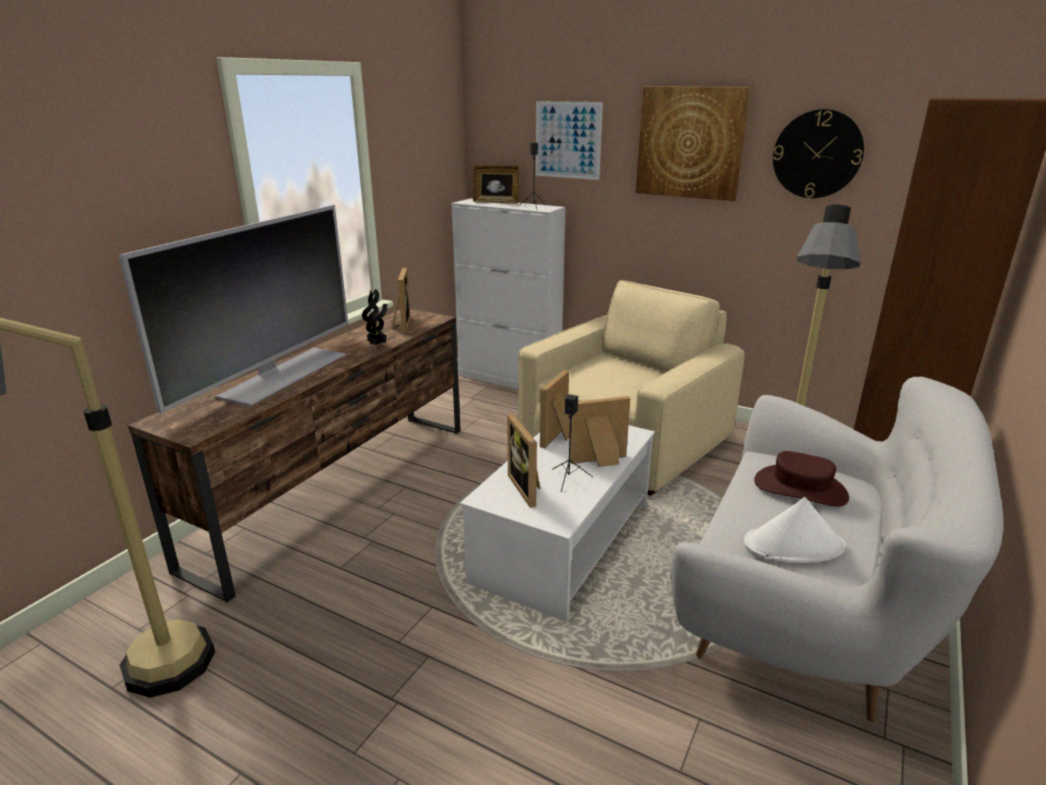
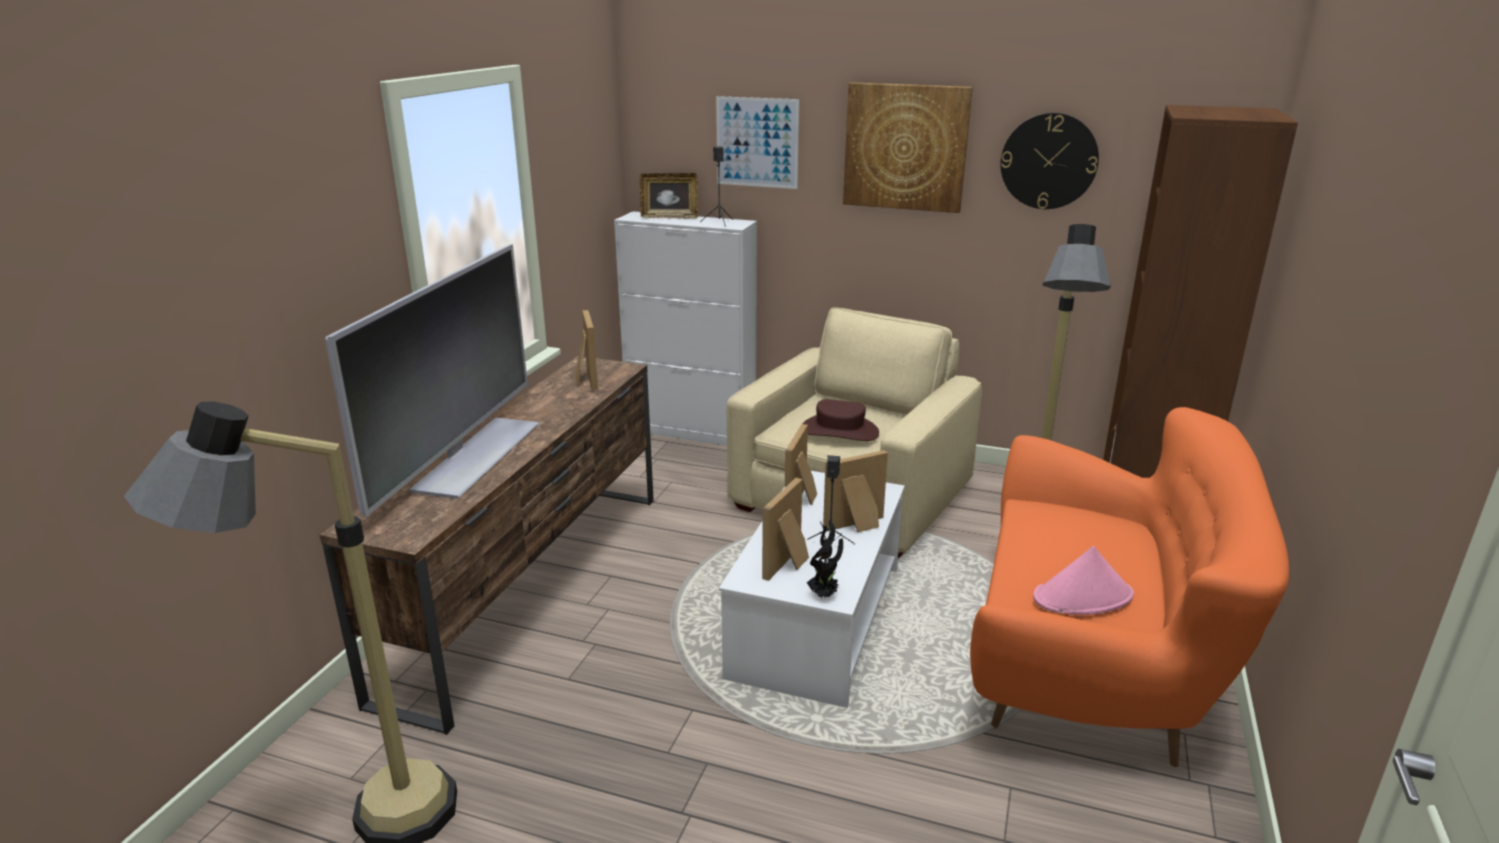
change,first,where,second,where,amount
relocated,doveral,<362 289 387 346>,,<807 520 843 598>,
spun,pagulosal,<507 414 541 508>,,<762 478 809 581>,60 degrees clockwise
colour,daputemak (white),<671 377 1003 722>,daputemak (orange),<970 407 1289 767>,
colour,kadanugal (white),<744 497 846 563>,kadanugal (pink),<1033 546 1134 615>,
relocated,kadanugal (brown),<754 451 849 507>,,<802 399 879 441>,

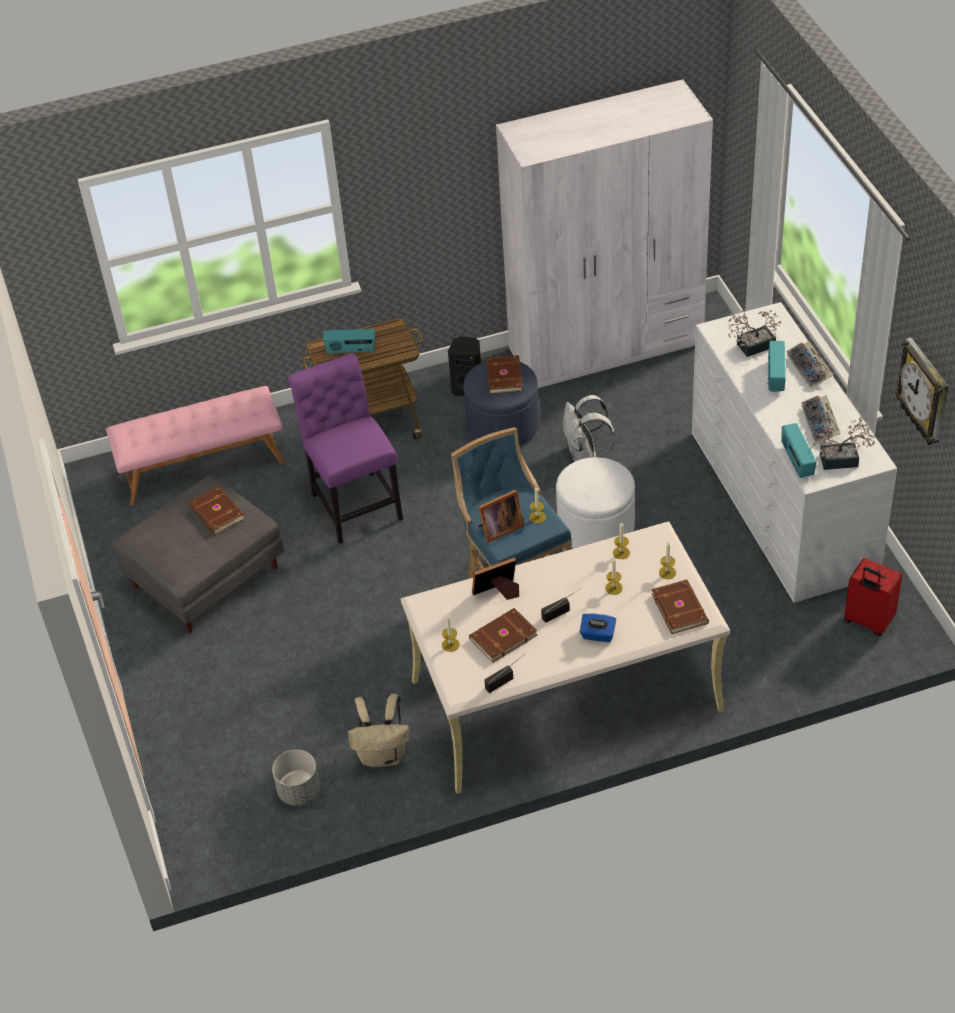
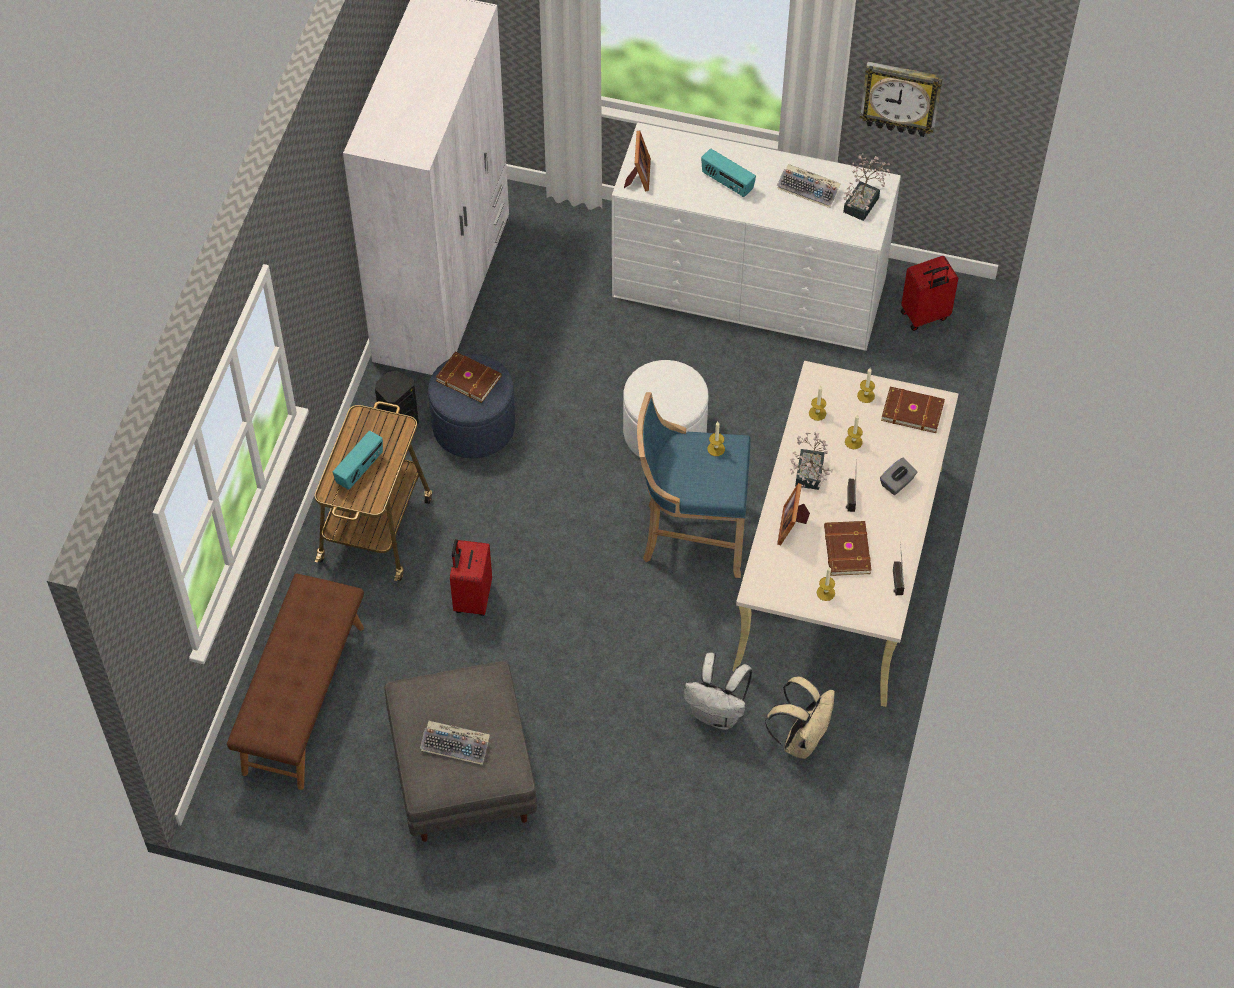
change,first,where,second,where,amount
colour,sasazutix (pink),<106 386 285 505>,sasazutix (brown),<227 574 364 790>,
missing,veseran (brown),<189 486 245 534>,,,
missing,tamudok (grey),<272 750 320 806>,,,
exchanged,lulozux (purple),<288 353 403 544>,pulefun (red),<450 539 492 616>,
relocated,pagulosal,<478 490 524 543>,,<624 131 651 191>,
relocated,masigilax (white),<563 395 616 462>,,<683 653 753 730>,
colour,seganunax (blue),<580 613 616 642>,seganunax (grey),<880 457 917 495>,
relocated,doveral,<728 309 781 357>,,<790 432 833 490>,
missing,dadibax,<781 423 817 478>,,,
relocated,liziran,<786 341 833 389>,,<420 721 490 765>,

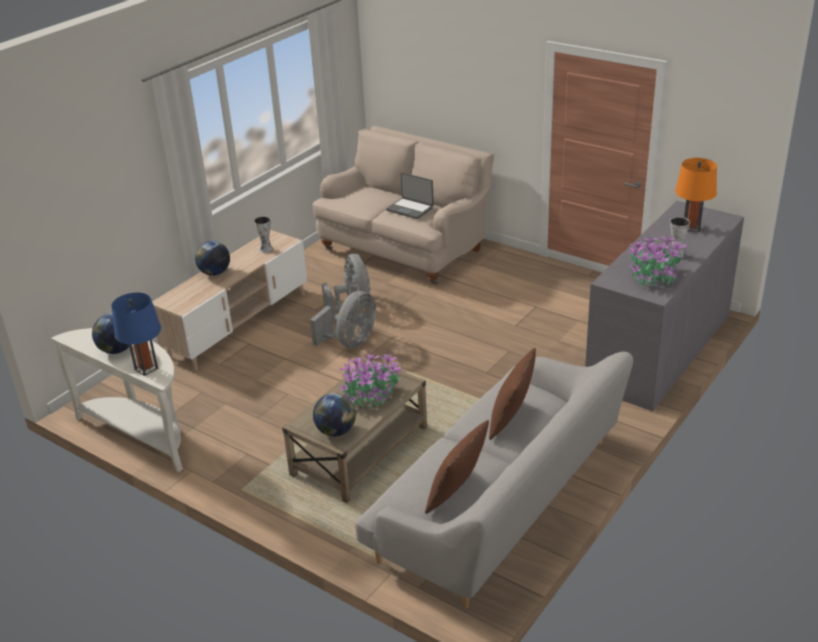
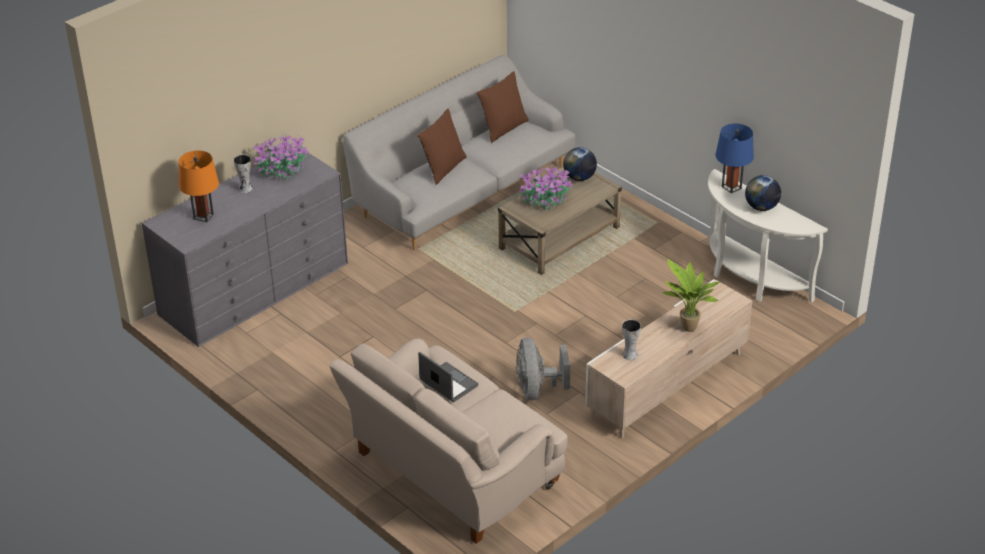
change,first,where,second,where,amount
exchanged,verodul,<195 241 230 276>,doveral,<662 259 720 332>,
missing,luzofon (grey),<310 291 376 348>,,,

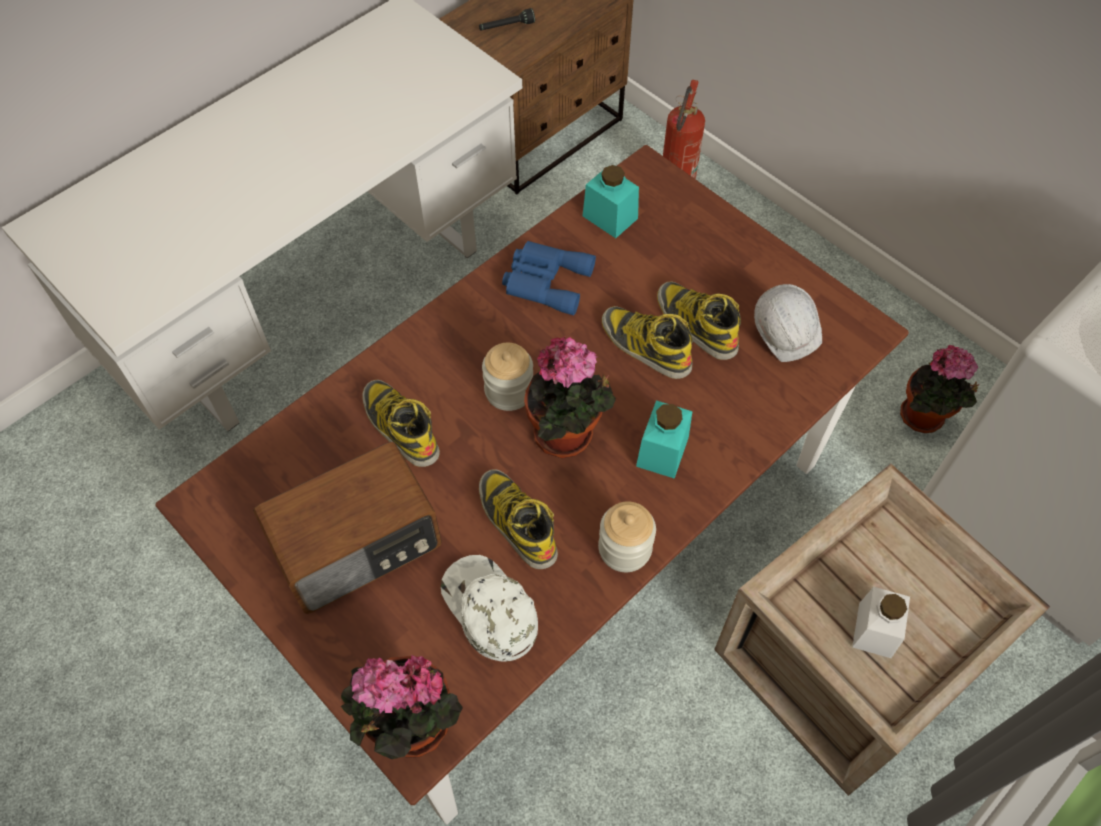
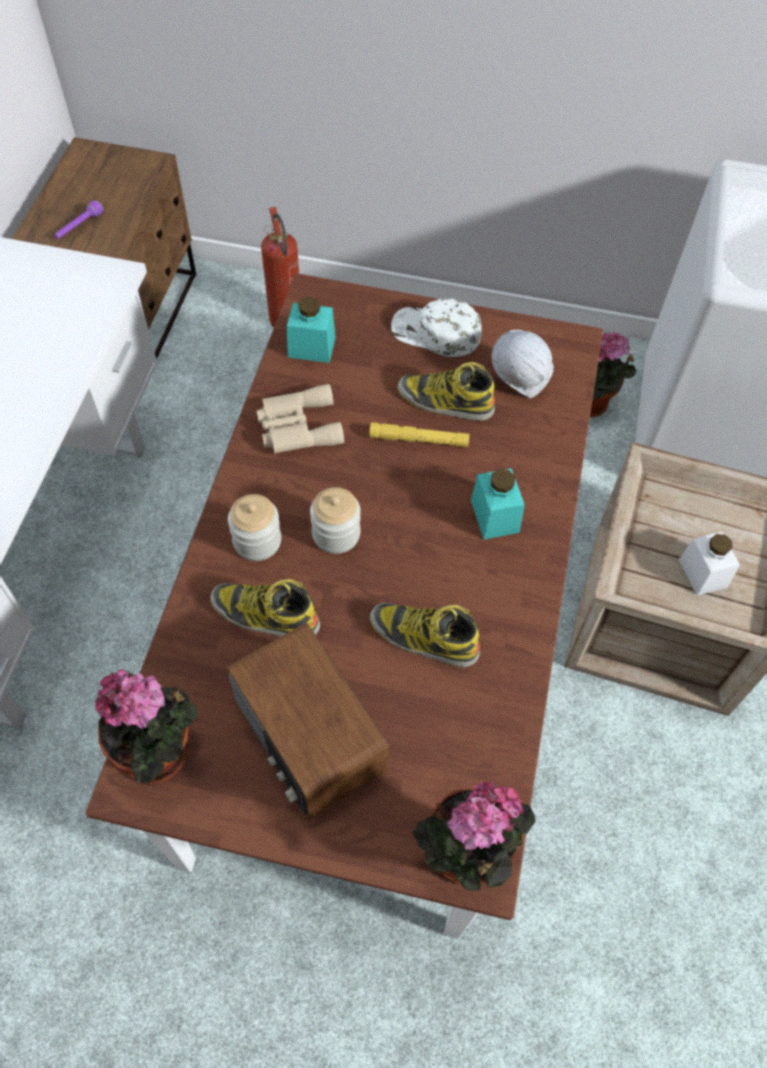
change,first,where,second,where,amount
spun,dadibax,<253 441 442 614>,,<226 622 389 819>,120 degrees clockwise
relocated,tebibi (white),<441 555 538 662>,,<391 299 482 357>,
colour,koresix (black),<479 8 535 30>,koresix (purple),<54 200 104 239>,
colour,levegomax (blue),<502 241 596 315>,levegomax (beige),<256 384 344 453>,
relocated,doveral,<524 336 616 458>,,<94 669 198 785>,
relocated,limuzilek,<598 501 656 572>,,<228 494 281 561>,
exchanged,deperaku,<602 306 693 379>,koresix (yellow),<369 422 470 447>,

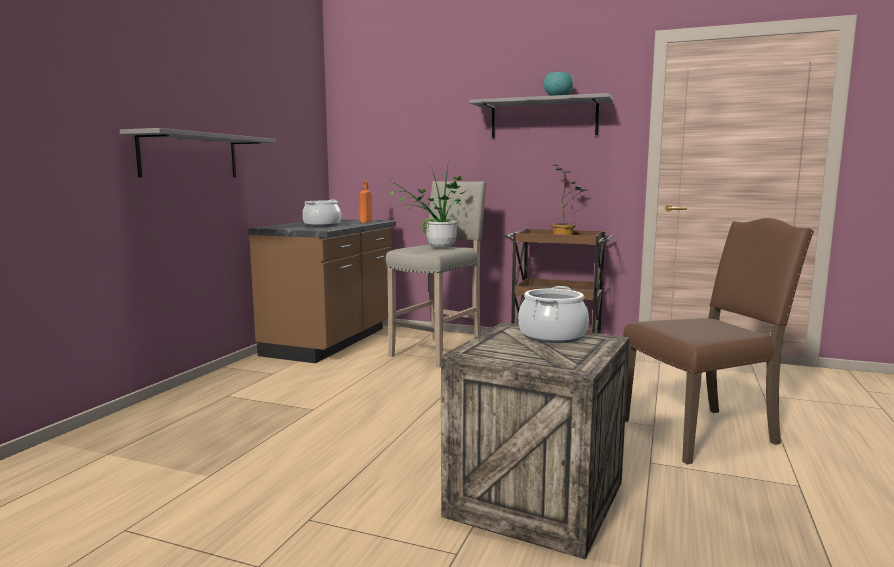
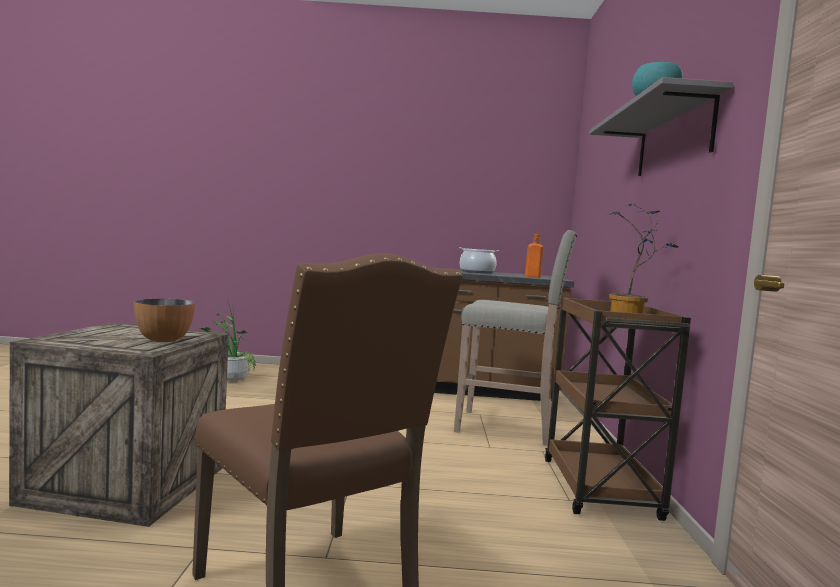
change,first,where,second,where,amount
missing,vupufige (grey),<120 128 276 178>,,,
relocated,doveral,<388 160 468 248>,,<200 299 256 381>,
exchanged,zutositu,<518 286 589 343>,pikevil,<134 299 195 342>,

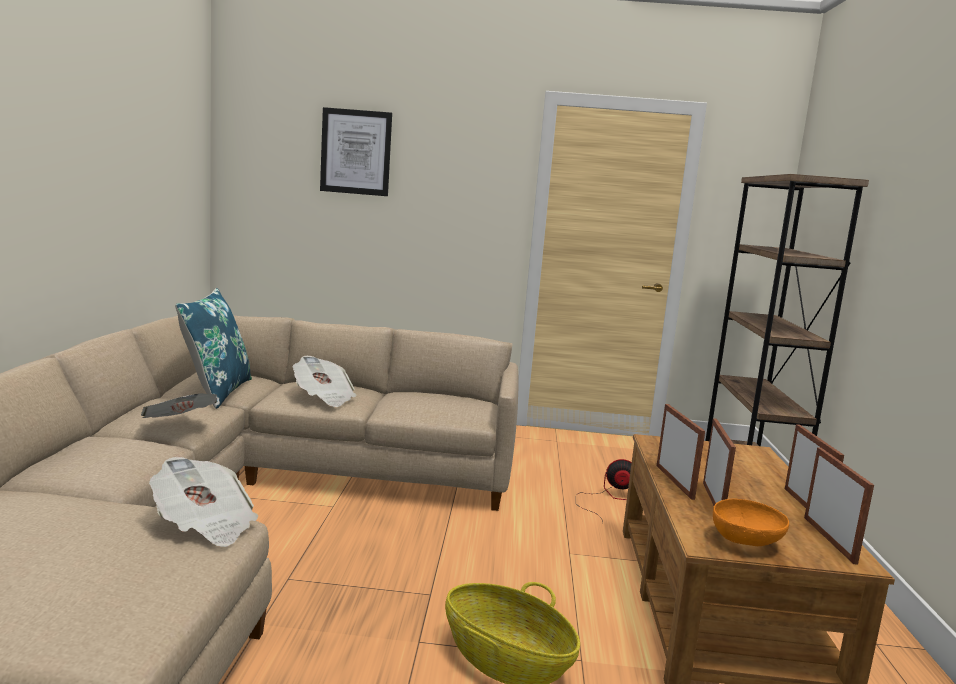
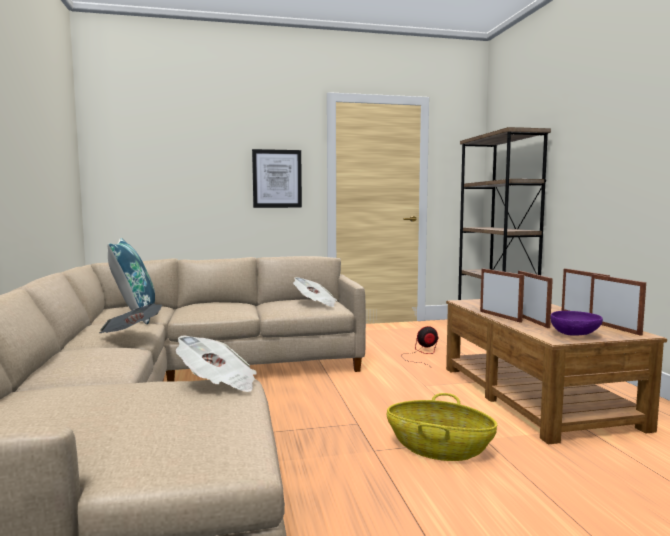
change,first,where,second,where,amount
relocated,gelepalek,<292 356 357 407>,,<293 277 337 307>,
relocated,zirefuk,<320 107 392 196>,,<252 149 302 208>,
colour,pikevil (orange),<713 499 789 546>,pikevil (purple),<551 311 603 336>,

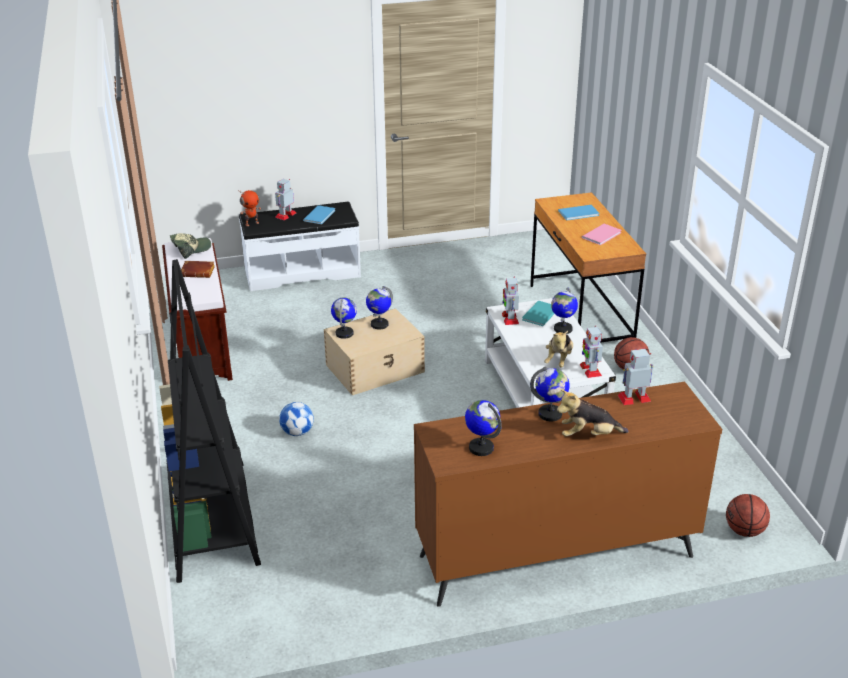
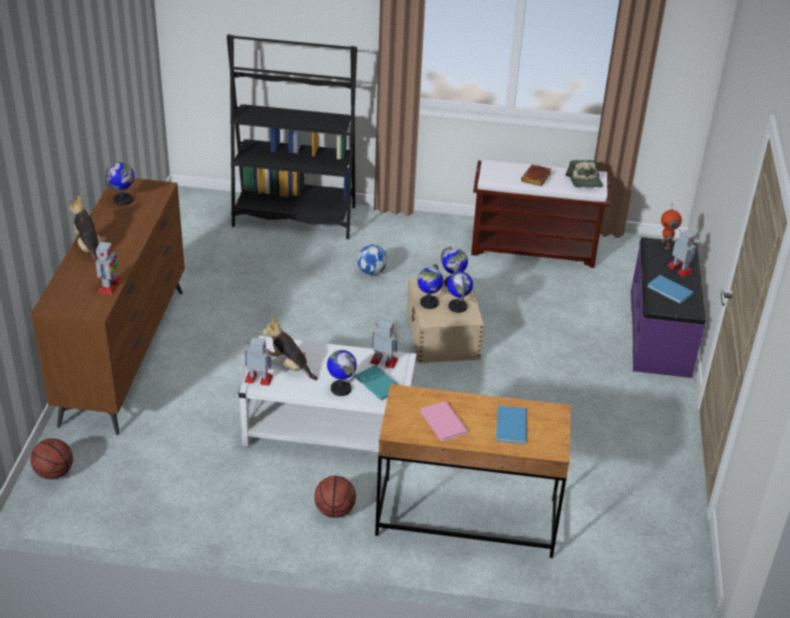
change,first,where,second,where,amount
colour,sasazutix (white),<239 202 361 291>,sasazutix (purple),<631 237 705 378>,
relocated,verodul,<530 367 570 421>,,<417 264 443 309>,
spun,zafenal,<557 389 629 436>,,<69 195 106 261>,45 degrees counterclockwise

